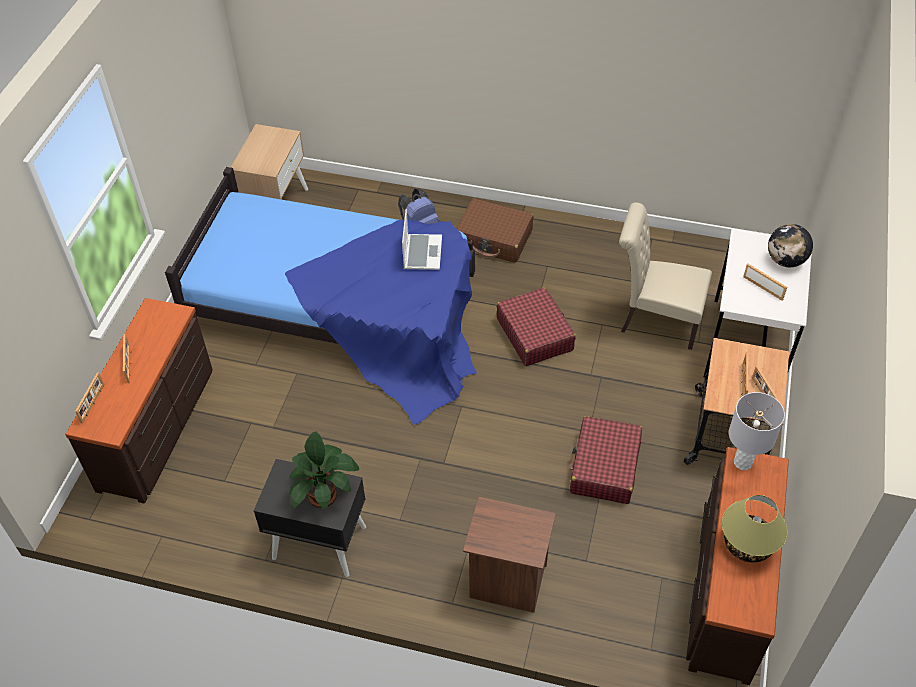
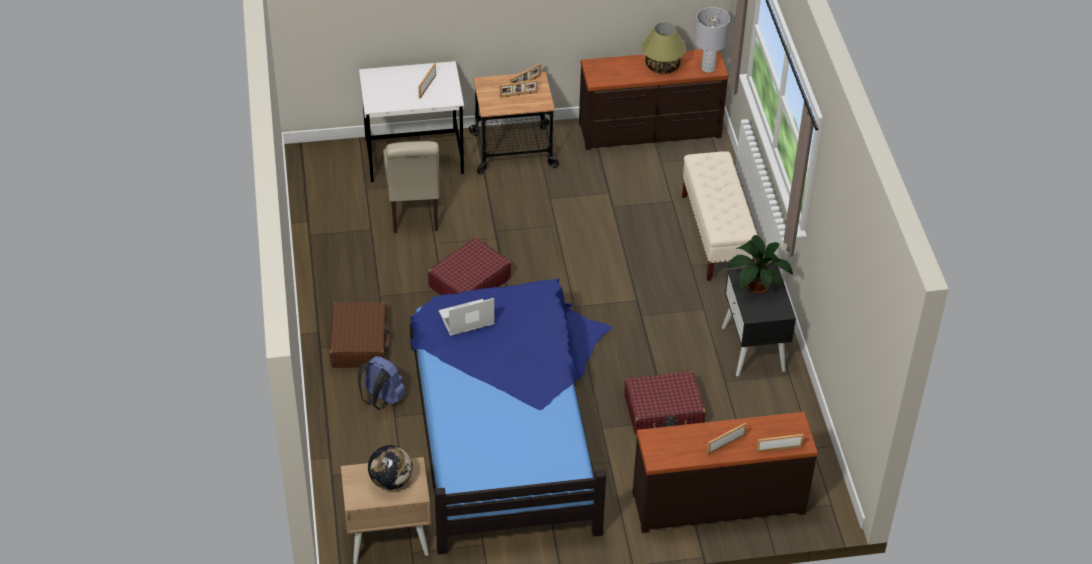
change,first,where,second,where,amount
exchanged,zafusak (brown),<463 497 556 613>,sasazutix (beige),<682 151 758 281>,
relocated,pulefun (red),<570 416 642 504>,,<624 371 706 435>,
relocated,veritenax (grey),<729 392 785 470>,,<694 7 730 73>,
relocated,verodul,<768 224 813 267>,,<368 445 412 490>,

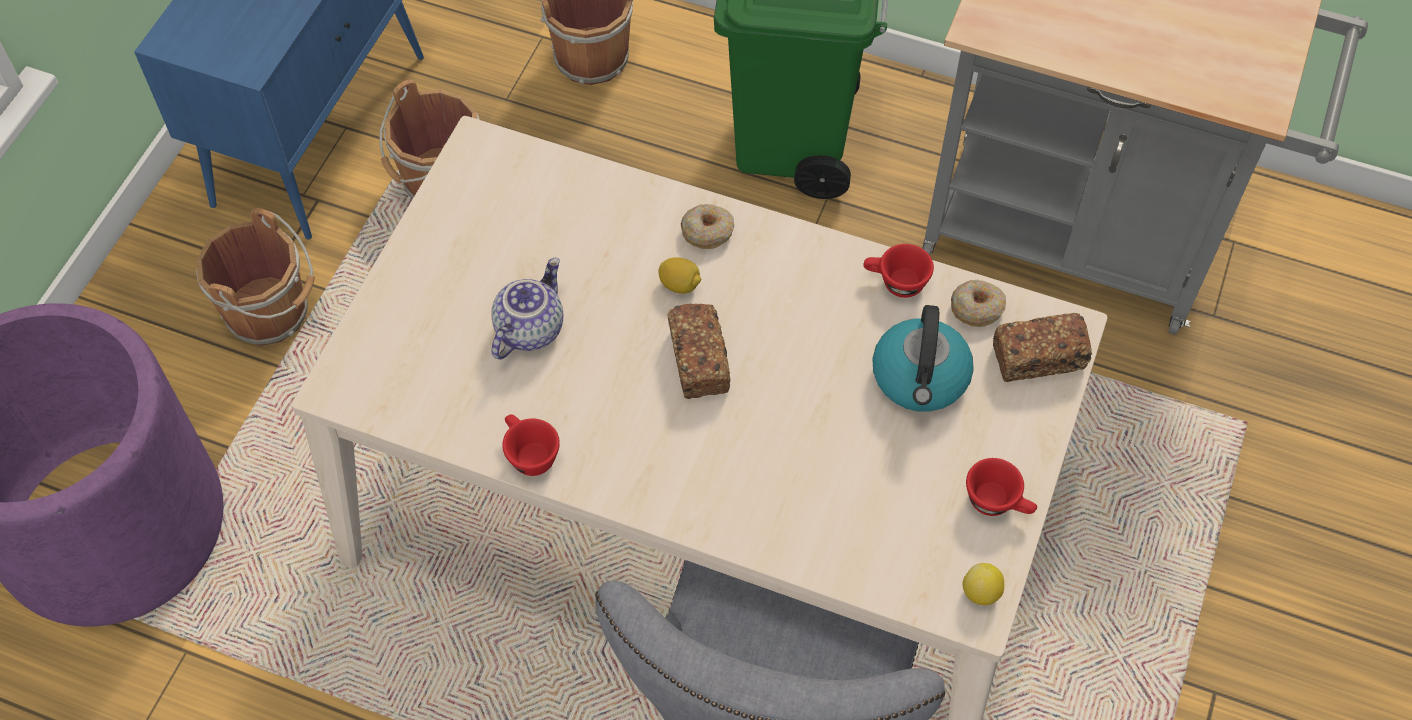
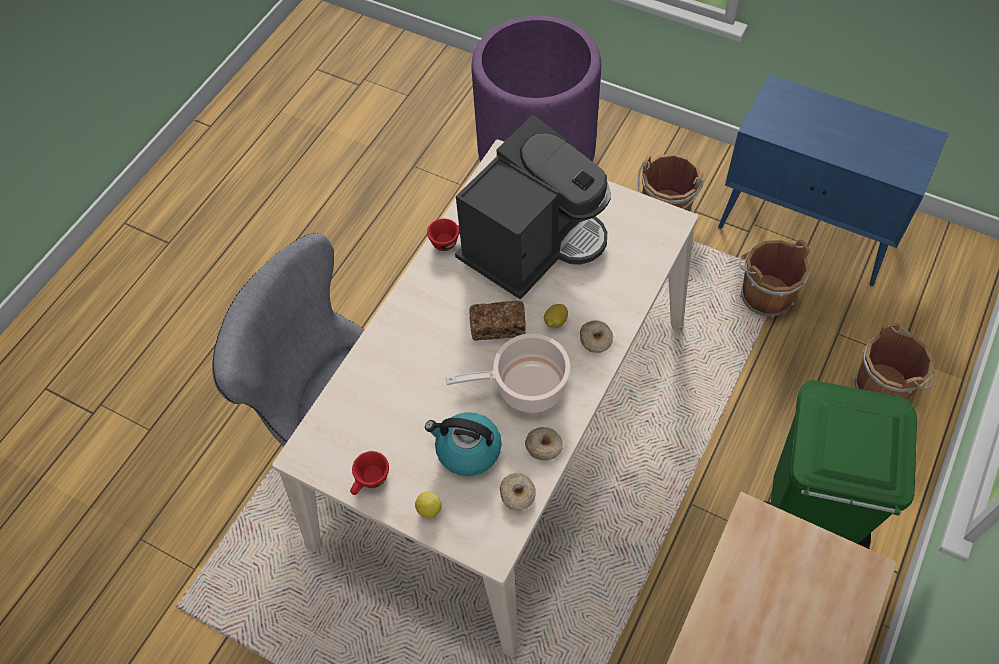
change,first,where,second,where,amount
exchanged,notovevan,<491 258 563 360>,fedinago,<455 115 611 300>,
exchanged,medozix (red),<863 244 934 298>,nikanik,<525 427 563 461>,
relocated,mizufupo,<962 563 1004 606>,,<415 491 442 518>,
missing,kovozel,<993 313 1092 382>,,,
appeared,,,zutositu,<446 333 570 413>,

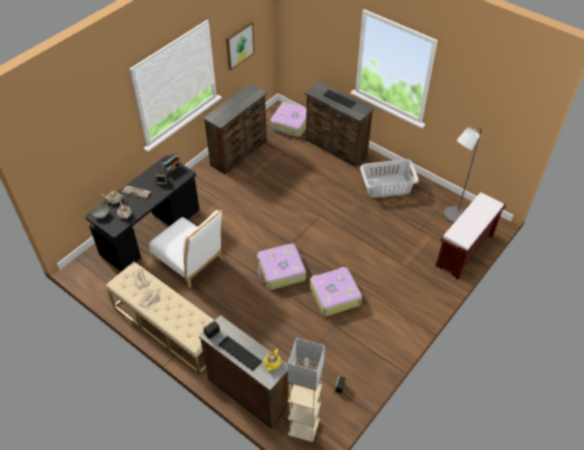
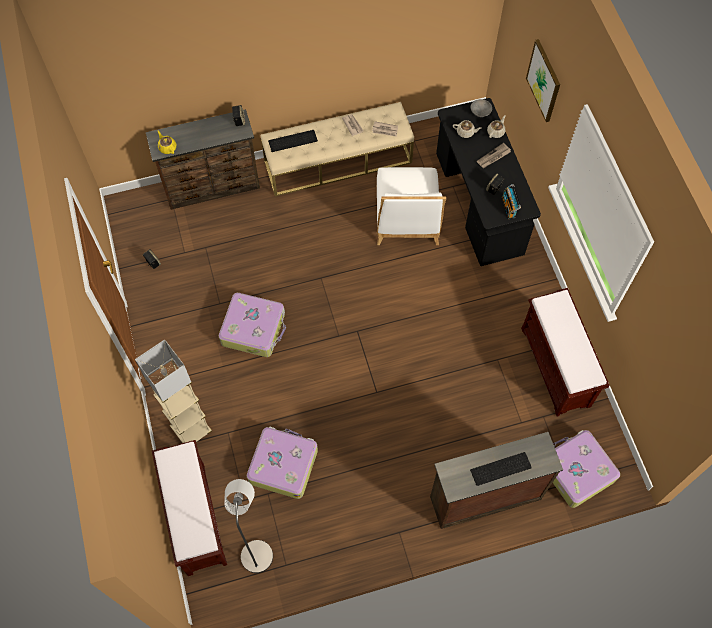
change,first,where,second,where,amount
spun,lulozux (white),<149 210 223 288>,,<377 167 447 245>,75 degrees counterclockwise
exchanged,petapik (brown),<203 84 267 175>,sasazutix (brown),<521 288 610 417>,
relocated,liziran,<218 336 262 371>,,<268 130 318 152>,
relocated,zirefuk,<226 22 255 70>,,<526 39 560 122>,
relocated,pulefun,<257 243 306 290>,,<247 426 318 499>,
relocated,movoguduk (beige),<288 338 325 443>,,<135 339 212 443>,
missing,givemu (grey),<360 159 419 198>,,,

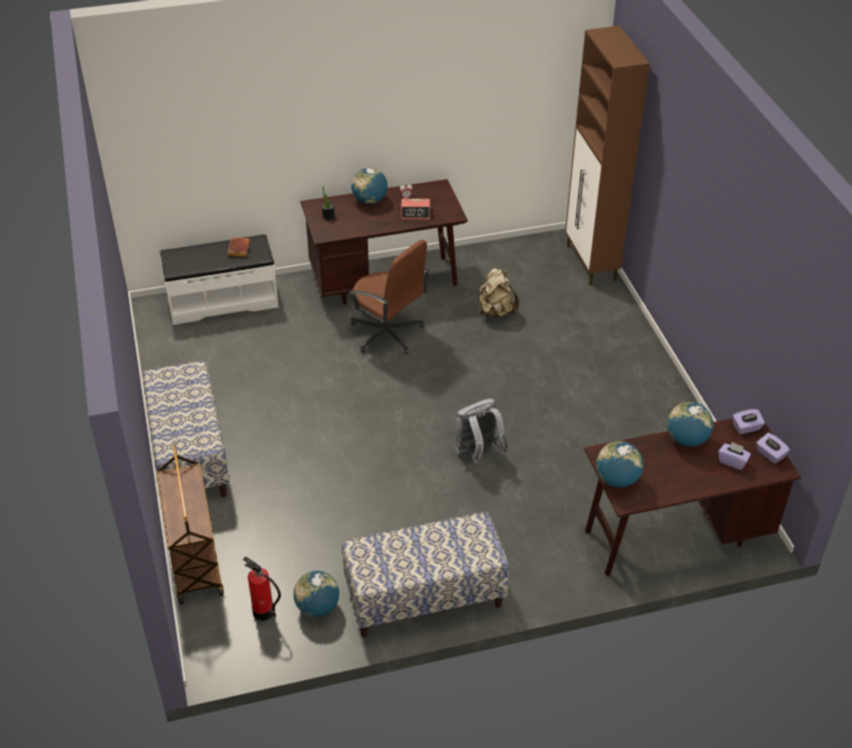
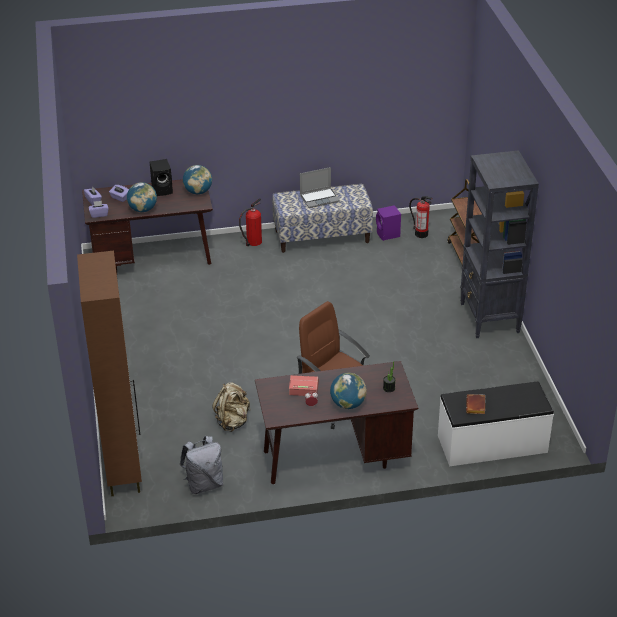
change,first,where,second,where,amount
exchanged,sasazutix,<143 360 230 497>,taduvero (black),<460 150 539 338>,
exchanged,verodul,<293 571 339 617>,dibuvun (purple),<376 205 401 241>,
relocated,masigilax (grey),<456 399 509 465>,,<180 436 223 494>,
appeared,,,dibuvun (black),<150 159 173 196>,
appeared,,,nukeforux,<239 199 262 246>,
appeared,,,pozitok,<300 167 340 208>,

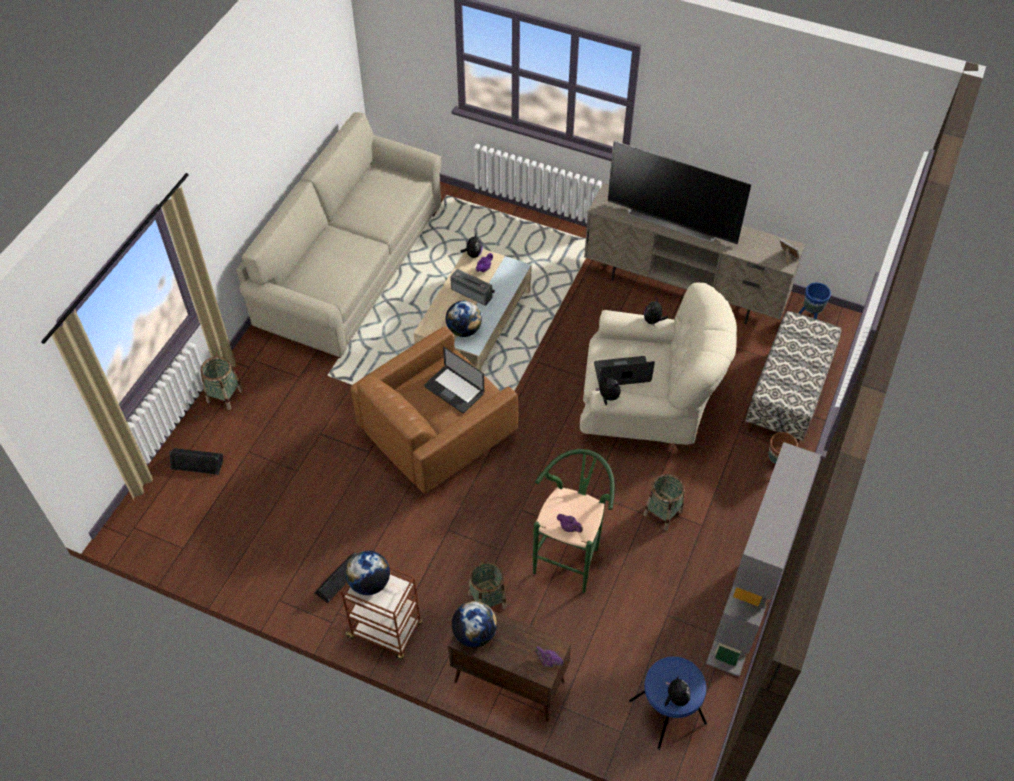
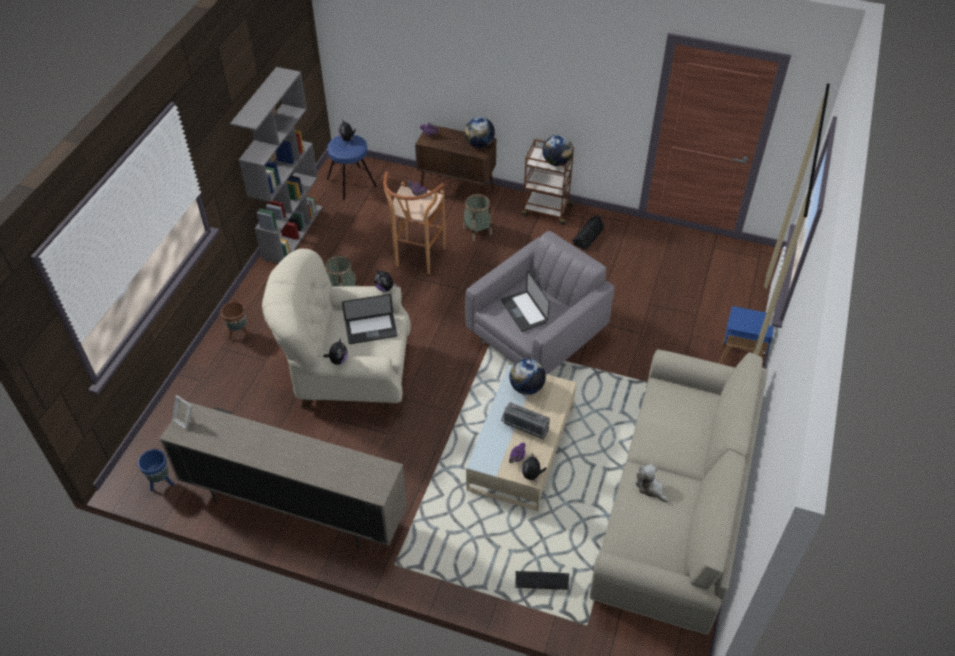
change,first,where,second,where,amount
relocated,dibuvun (black),<169 448 223 475>,,<515 571 569 590>,
exchanged,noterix,<201 356 243 410>,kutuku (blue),<719 306 774 364>,
colour,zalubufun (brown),<351 326 518 493>,zalubufun (grey),<465 231 615 375>,
spun,pozitok,<424 347 484 413>,,<501 271 550 332>,150 degrees counterclockwise
colour,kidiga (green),<533 449 615 593>,kidiga (brown),<383 171 446 274>,
missing,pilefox,<608 141 751 244>,,,
missing,sasazutix,<746 311 841 443>,,,
appeared,,,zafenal,<635 464 668 503>,

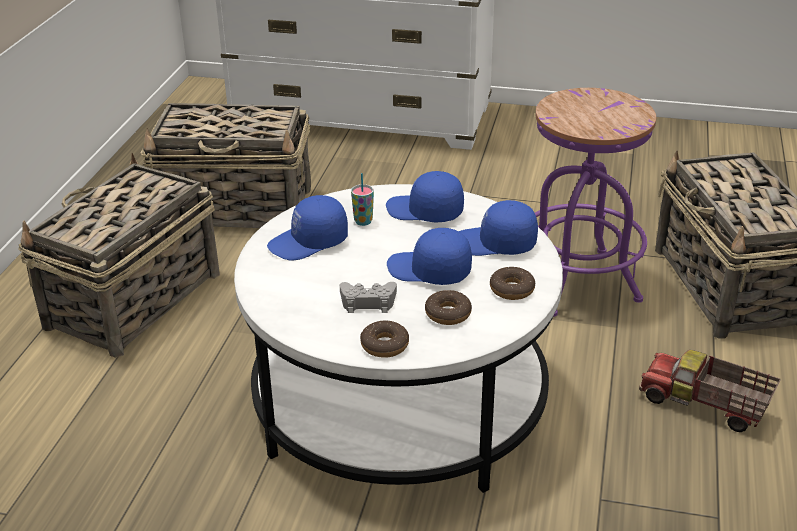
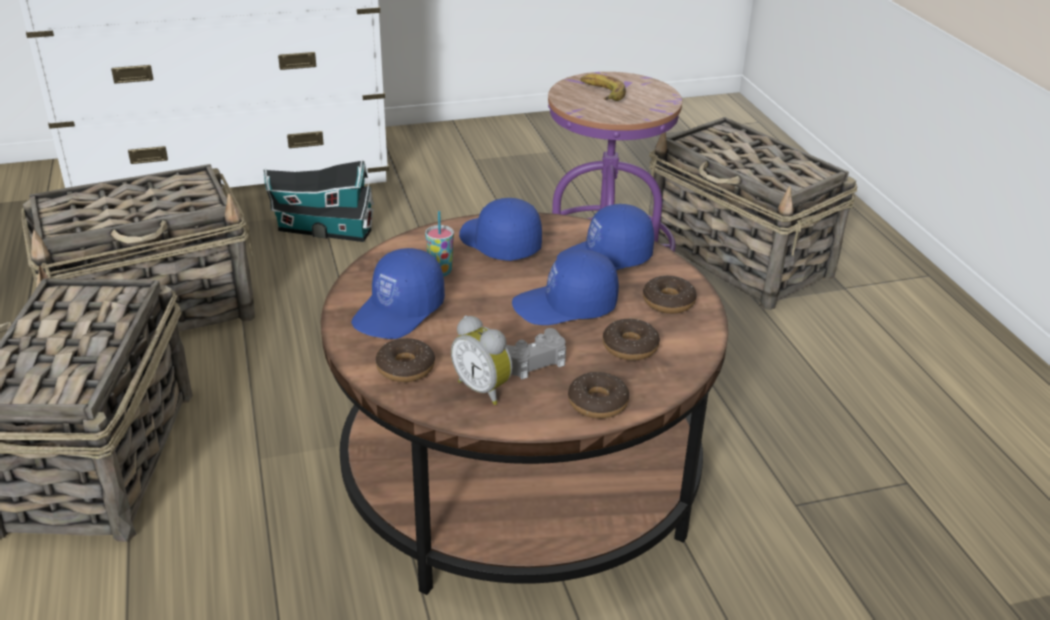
change,first,where,second,where,amount
colour,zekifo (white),<234 184 563 493>,zekifo (brown),<321 212 728 595>,
spun,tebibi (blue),<386 171 464 223>,,<459 198 542 261>,60 degrees clockwise
missing,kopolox,<639 350 781 432>,,,
appeared,,,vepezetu,<263 160 374 242>,
appeared,,,nikanik,<376 338 435 382>,
appeared,,,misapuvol,<451 316 513 405>,
appeared,,,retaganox,<581 74 626 101>,

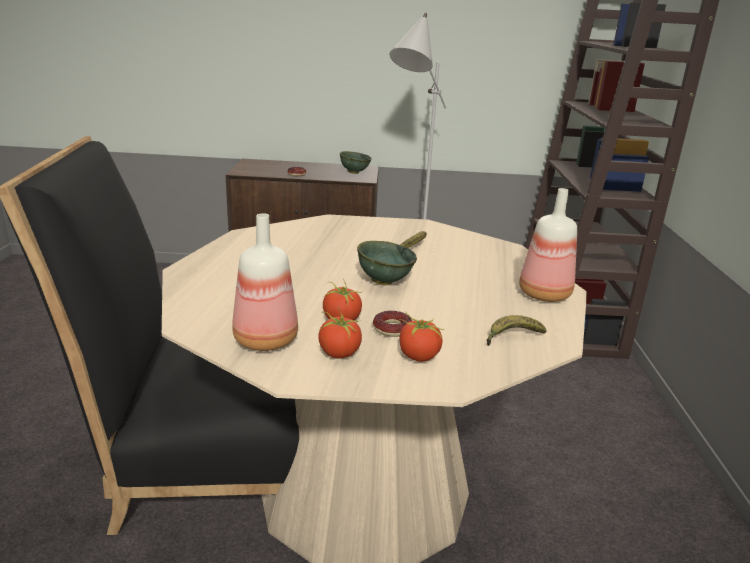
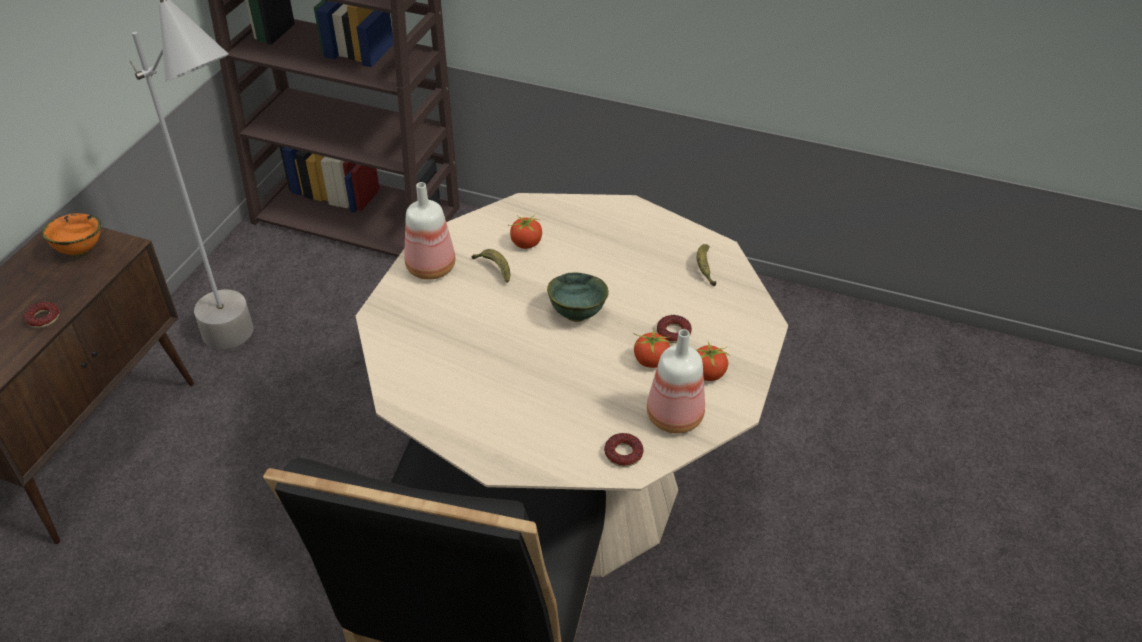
change,first,where,second,where,amount
colour,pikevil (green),<340 151 372 174>,pikevil (orange),<42 213 101 257>,
relocated,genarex,<398 313 444 362>,,<508 215 542 249>,
relocated,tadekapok,<519 188 577 302>,,<404 182 456 280>,
appeared,,,nikanik,<604 433 643 467>,

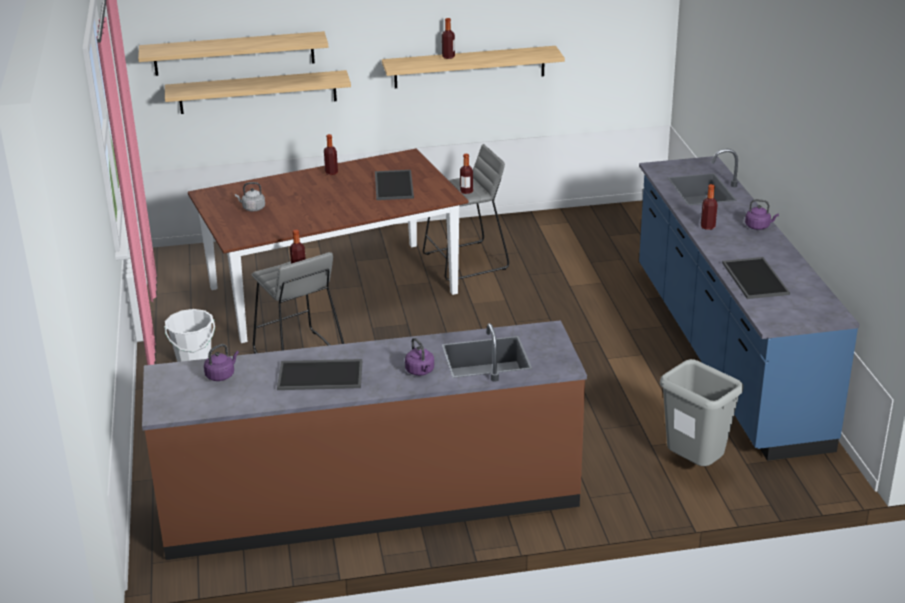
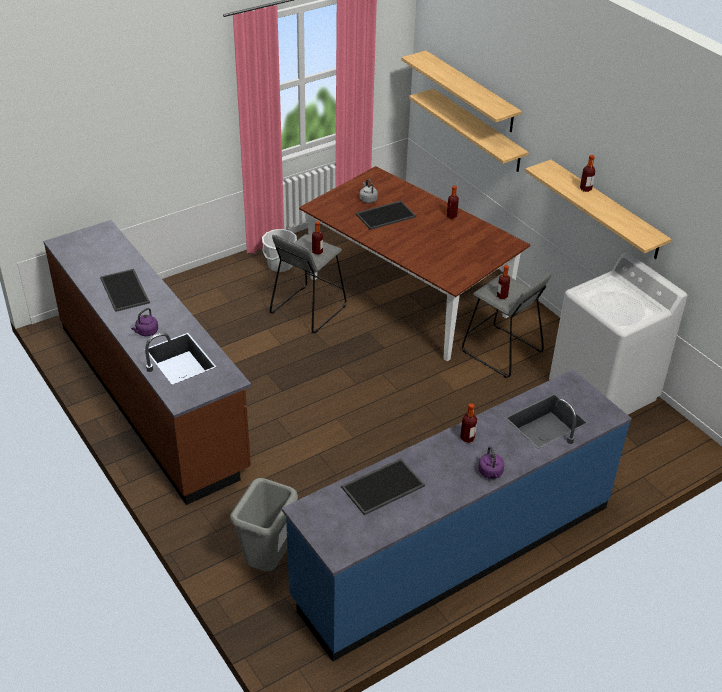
change,first,where,second,where,amount
missing,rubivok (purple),<204 344 239 381>,,,
relocated,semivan,<375 170 414 200>,,<356 201 416 230>,
appeared,,,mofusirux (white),<549 253 688 415>,

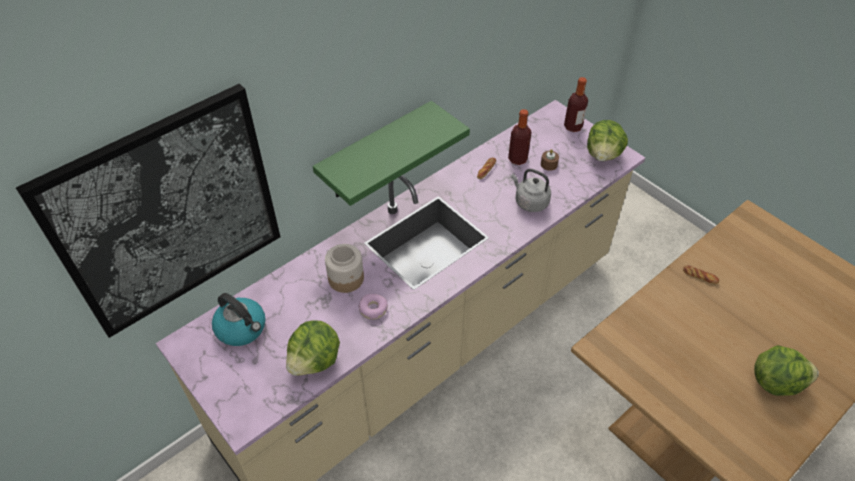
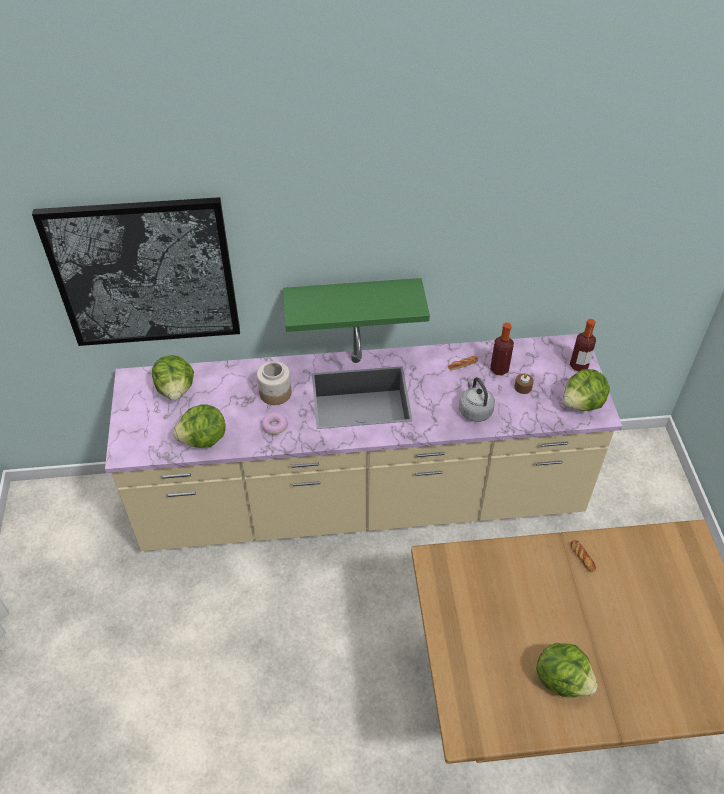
change,first,where,second,where,amount
exchanged,rubivok,<212 293 266 346>,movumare,<152 355 194 400>,

